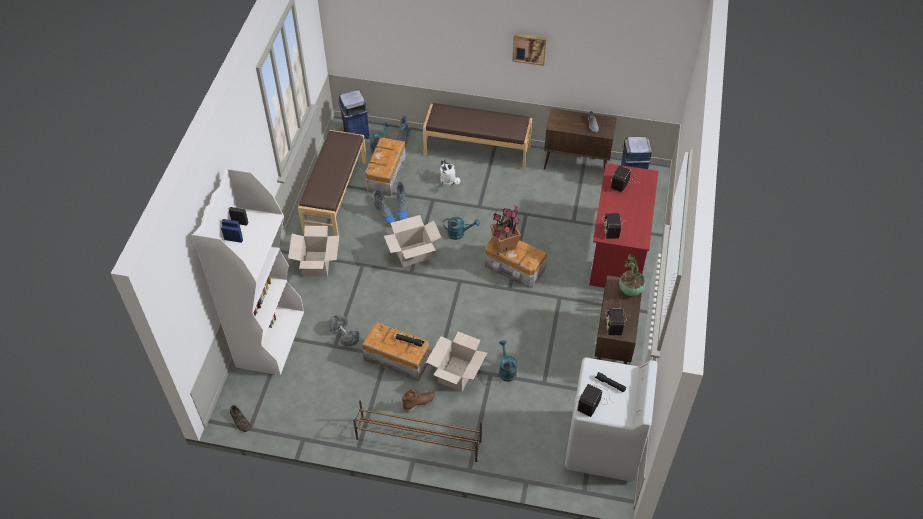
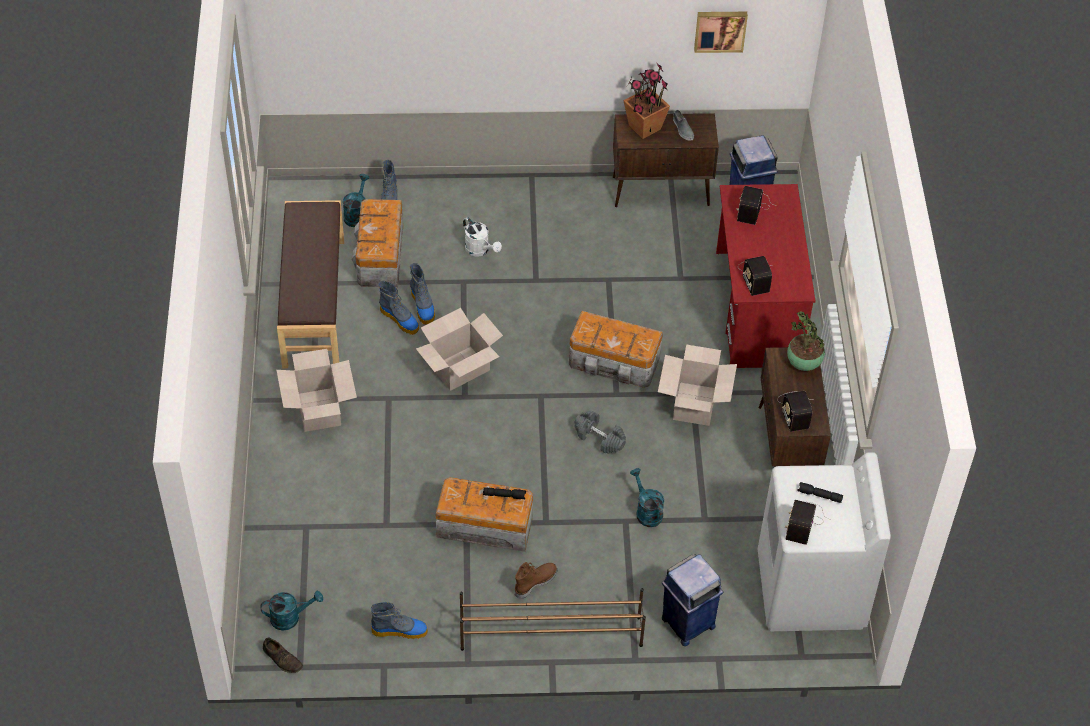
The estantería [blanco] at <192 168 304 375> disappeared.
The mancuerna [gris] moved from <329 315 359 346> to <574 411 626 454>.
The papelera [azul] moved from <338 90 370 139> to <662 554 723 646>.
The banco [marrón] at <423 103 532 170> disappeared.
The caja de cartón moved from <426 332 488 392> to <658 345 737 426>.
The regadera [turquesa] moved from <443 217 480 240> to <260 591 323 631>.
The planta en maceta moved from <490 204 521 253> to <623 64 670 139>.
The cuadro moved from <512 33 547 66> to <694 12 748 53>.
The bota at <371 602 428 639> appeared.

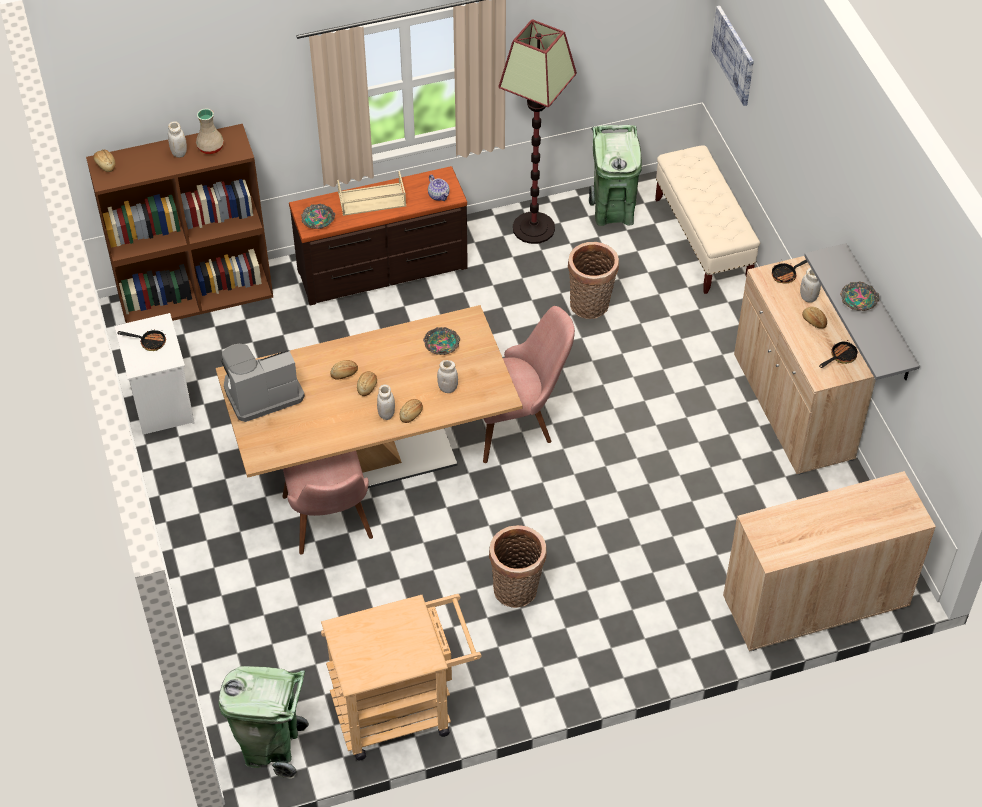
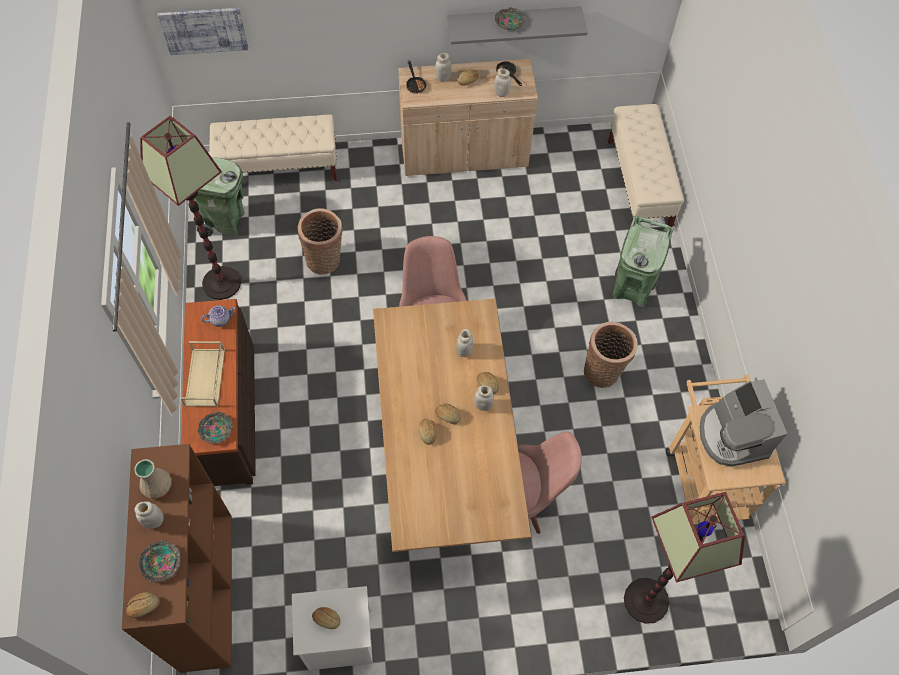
The sartén at <117 329 166 351> was replaced by the pan at <312 607 340 629>.
The papelera [verde] moved from <219 666 309 779> to <613 216 673 307>.
The cafetera moved from <221 344 305 422> to <699 379 787 466>.
The cuenco moved from <423 327 460 355> to <138 540 181 582>.
The armario [beis] at <723 471 936 652> was replaced by the banco [beis] at <608 104 684 228>.
The tarro [blanco] at <494 68 511 97> appeared.
The lámpara de pie at <624 492 745 624> appeared.

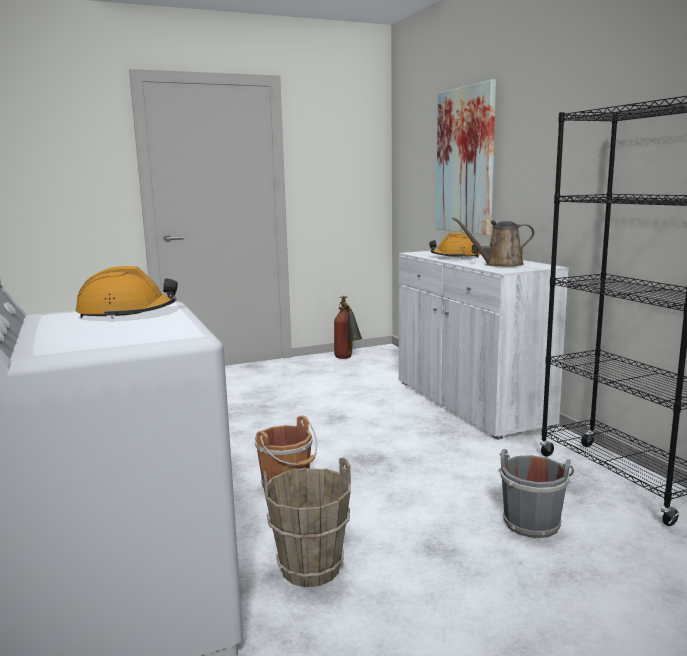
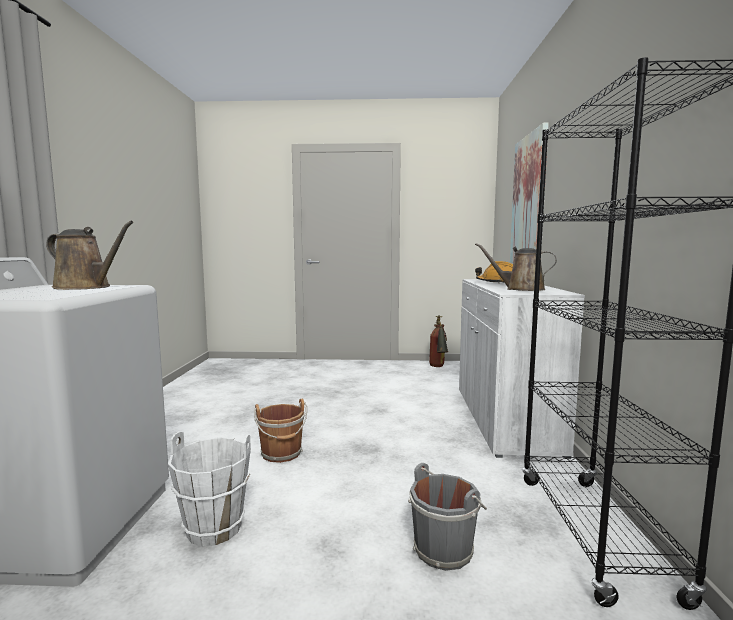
The casco [naranja] at <76 266 178 319> was replaced by the regadera [marrón] at <46 221 134 290>.
The cubo [marrón] at <263 457 351 587> became the cubo [blanco] at <168 432 251 546>.

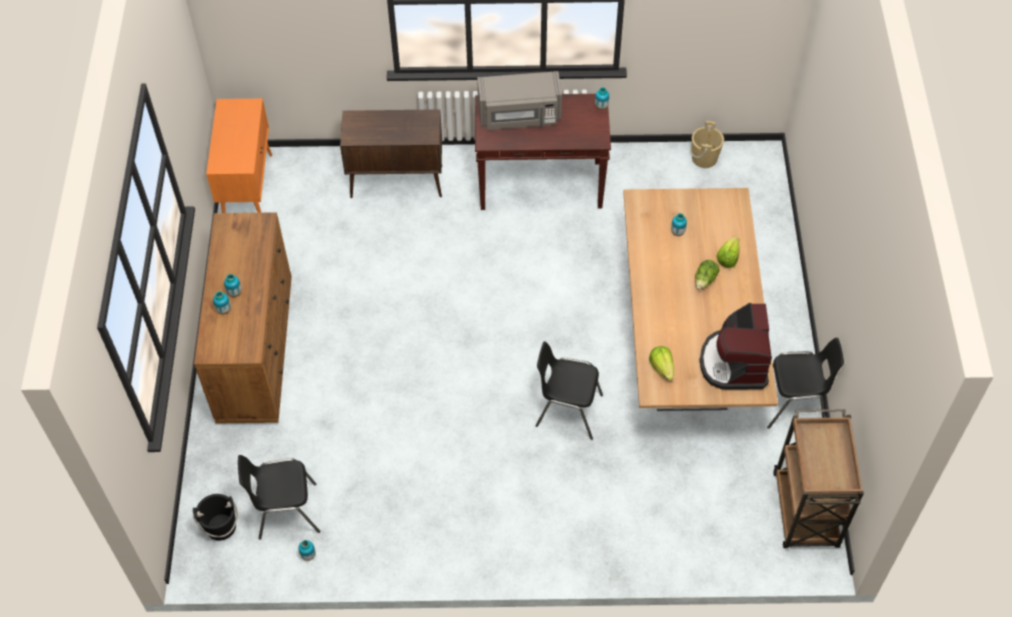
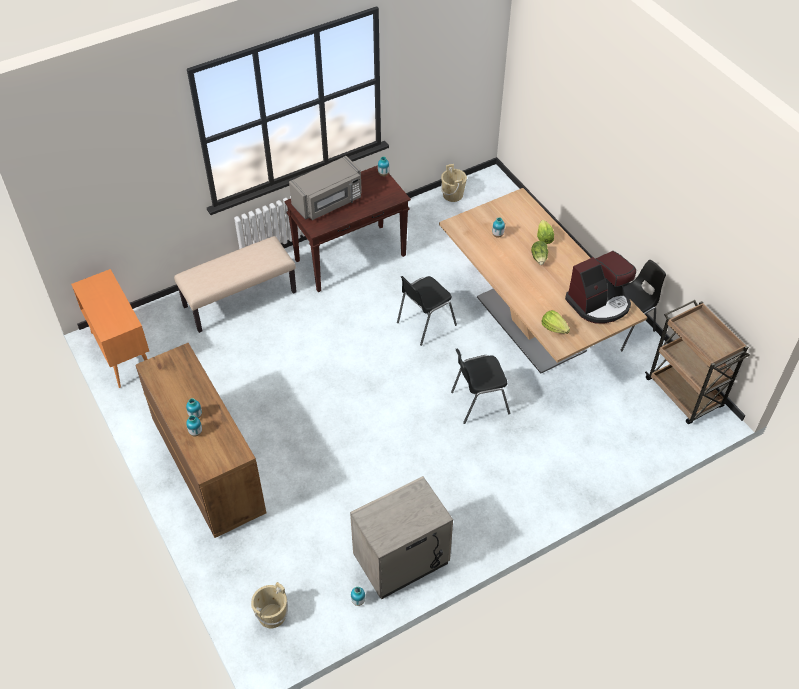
The cubo [negro] at <193 494 238 541> became the cubo [beis] at <251 582 288 628>.
The silla [negro] moved from <238 455 320 540> to <397 276 457 346>.
The armario [marrón] at <340 109 442 198> was replaced by the banco [beis] at <174 236 297 333>.
The cafetera at <700 303 772 390> turned 90 degrees counterclockwise.
The mesita de noche [beis] at <350 476 453 599> appeared.

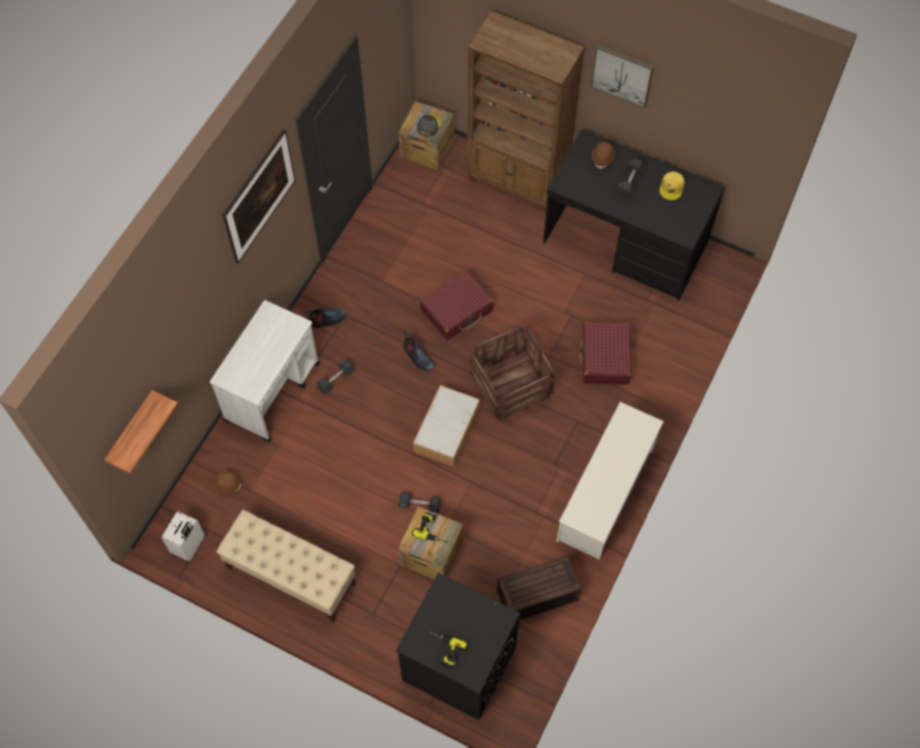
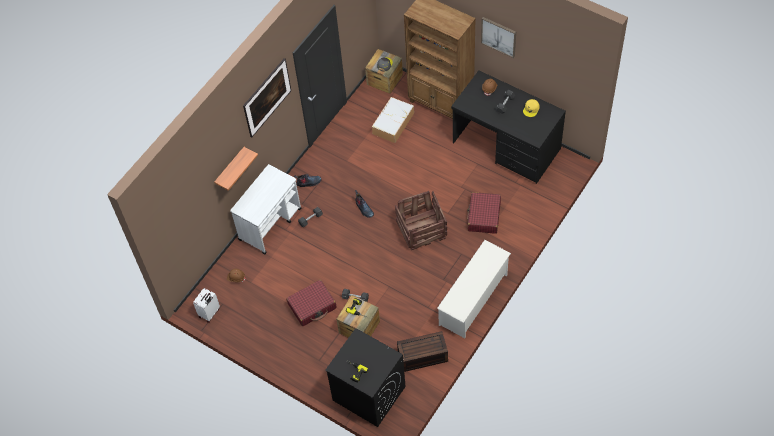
The estante moved from <104 390 178 474> to <214 147 258 191>.
The banco [beis] at <216 510 356 623> disappeared.
The caja de almacenaje moved from <413 385 480 467> to <372 97 414 143>.
The maleta [rojo] moved from <420 271 493 340> to <286 280 337 326>.

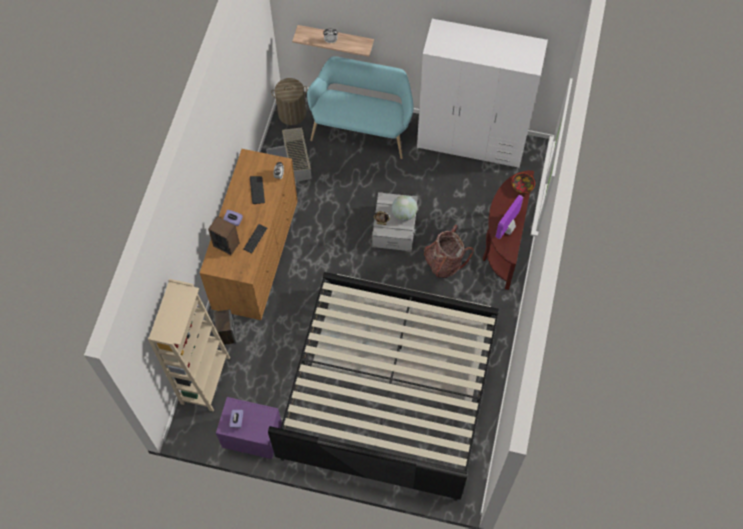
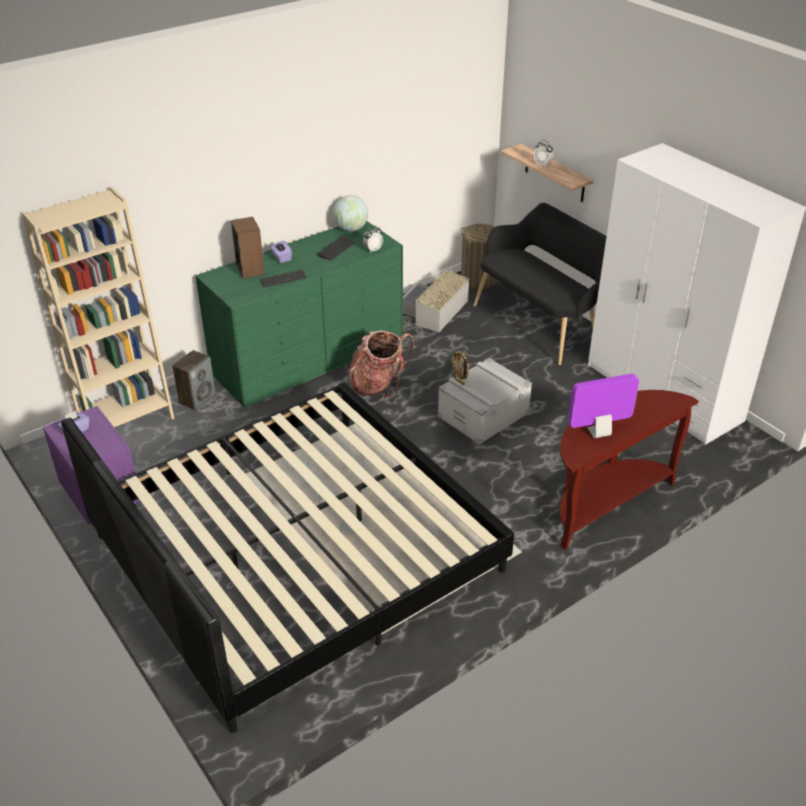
The cómoda [marrón] at <200 149 298 320> became the cómoda [verde] at <196 221 403 408>.
The banco [turquesa] at <307 56 414 159> became the banco [negro] at <473 203 606 365>.
The globo terráqueo moved from <392 195 417 221> to <333 195 368 231>.
The mochila moved from <424 224 473 278> to <349 331 414 398>.
The cuenco at <512 173 535 194> disappeared.

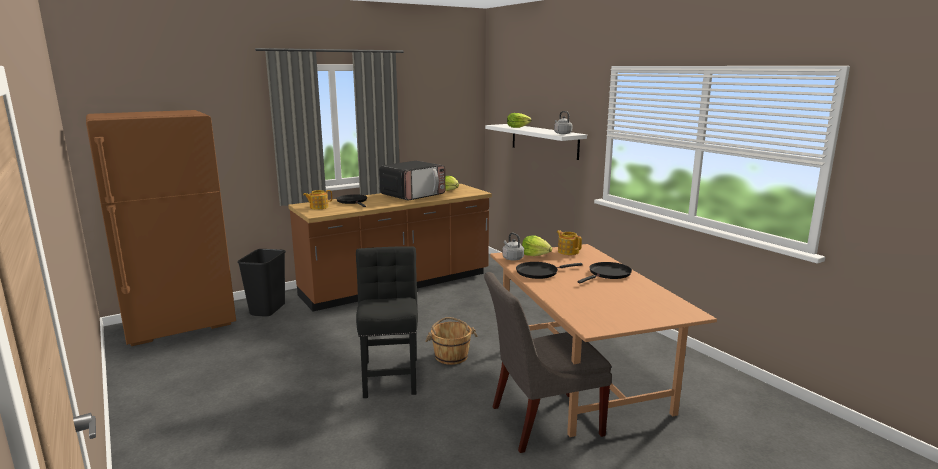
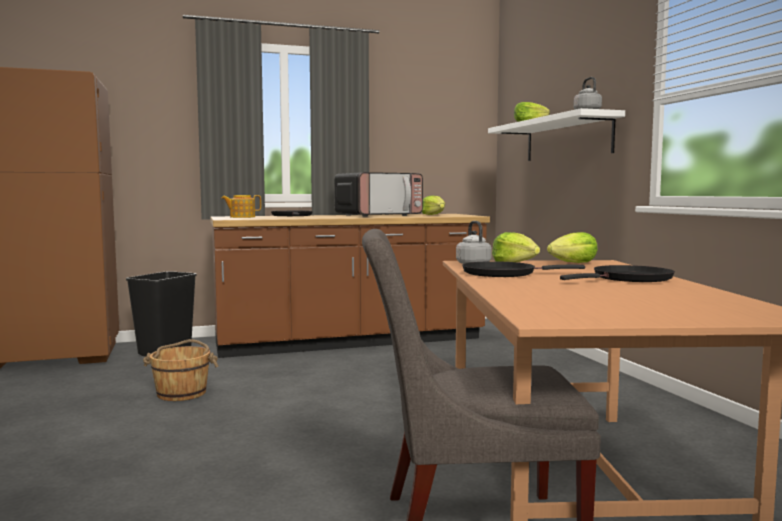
The silla [negro] at <356 246 418 398> disappeared.
The cubo [marrón] moved from <425 317 477 365> to <143 339 218 401>.
The tetera at <557 230 582 255> was replaced by the lechuga at <547 232 598 263>.

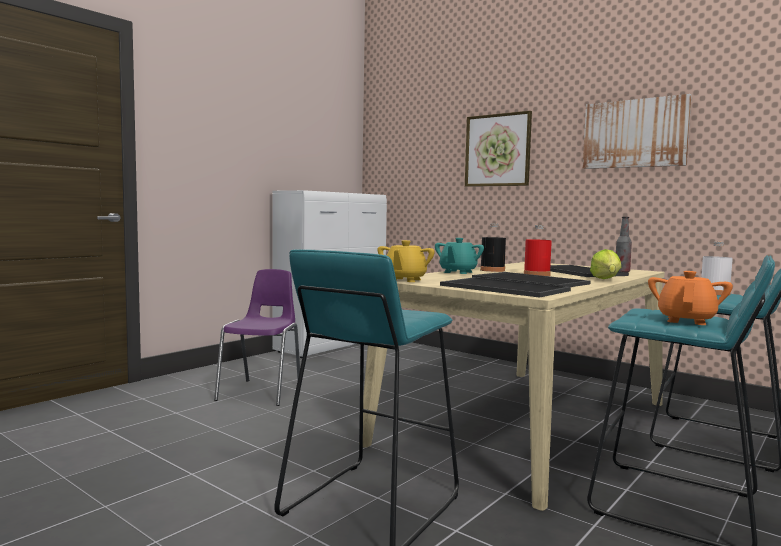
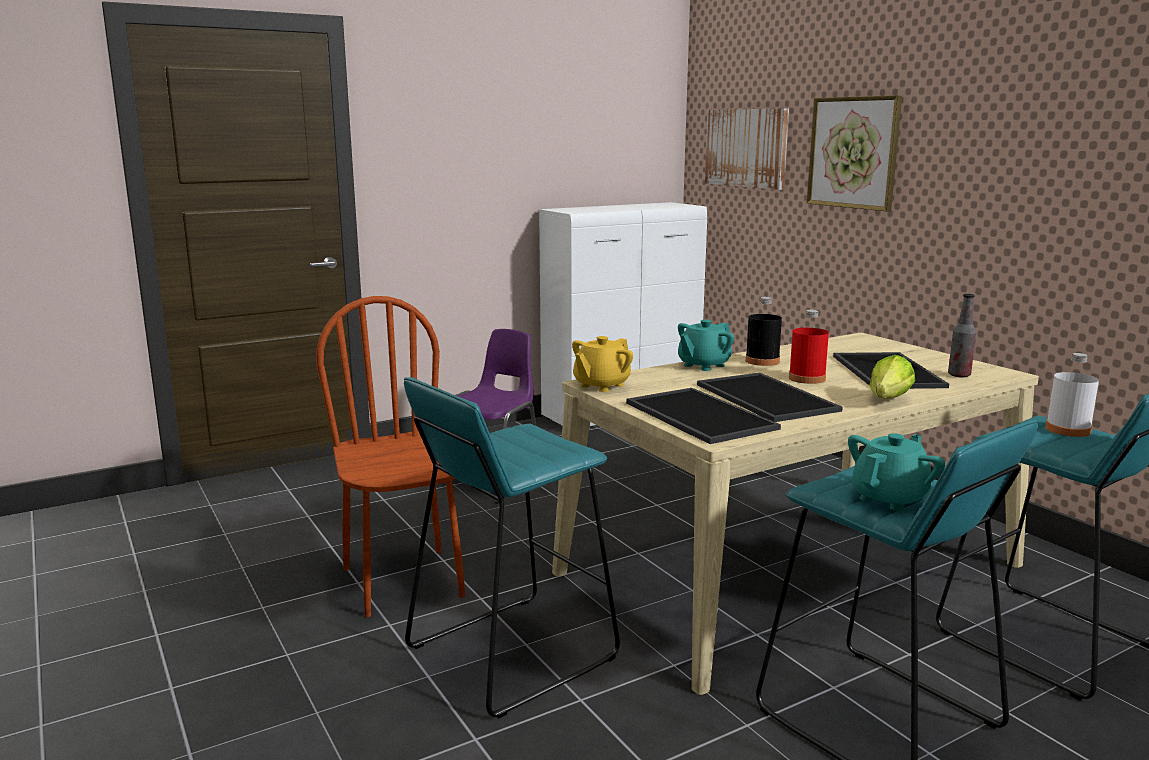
The cuadro moved from <583 94 692 169> to <705 108 789 190>.
The tetera [naranja] at <648 271 733 325> became the tetera [turquesa] at <848 433 946 511>.
The silla [marrón] at <316 296 465 617> appeared.

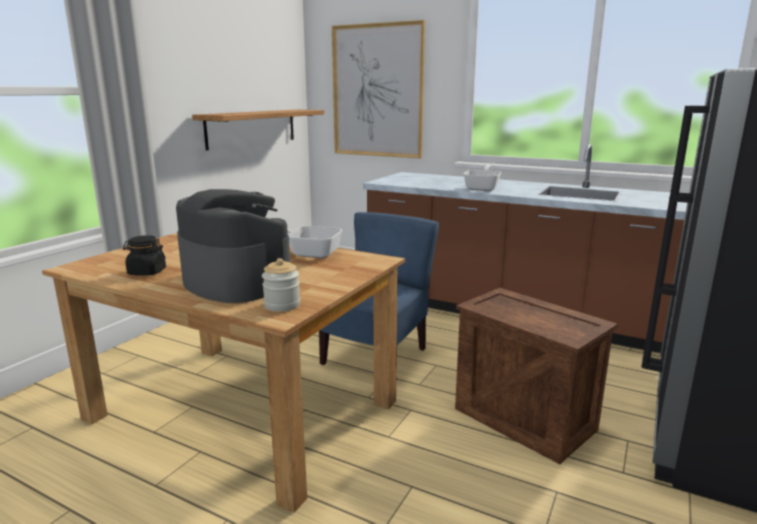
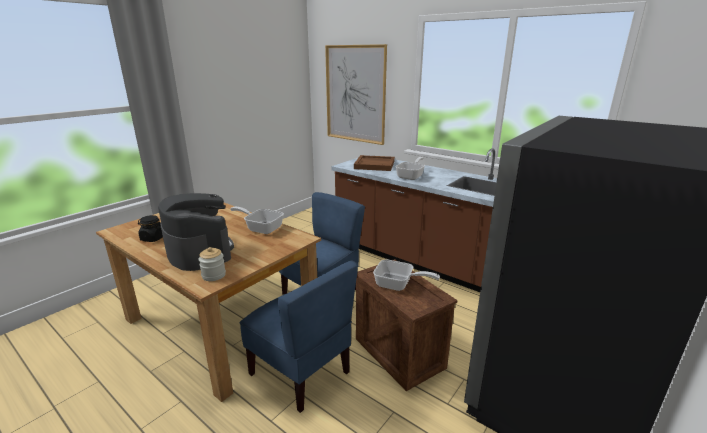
The estante at <192 110 324 151> disappeared.
The silla [azul] at <240 260 358 413> appeared.
The bandeja [marrón] at <354 155 395 171> appeared.
The sartén at <373 259 440 291> appeared.

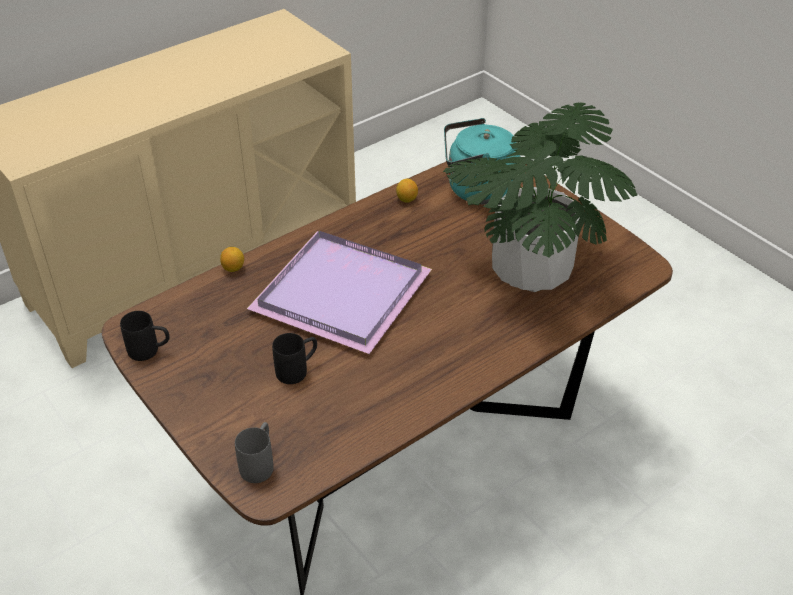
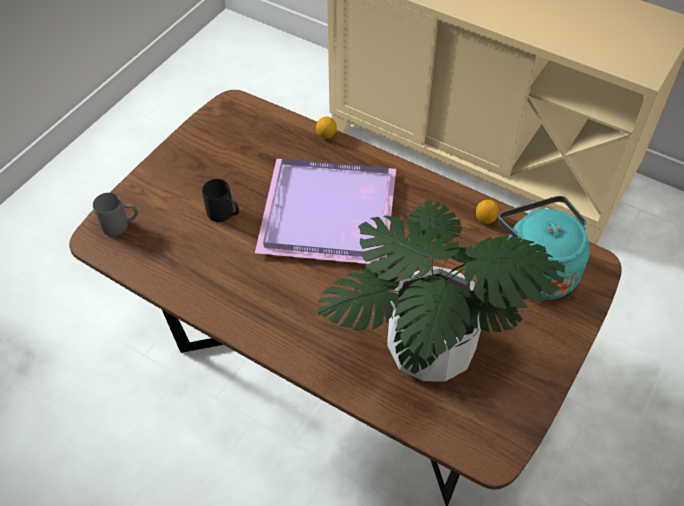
The taza grande [negro] at <120 311 170 361> disappeared.

